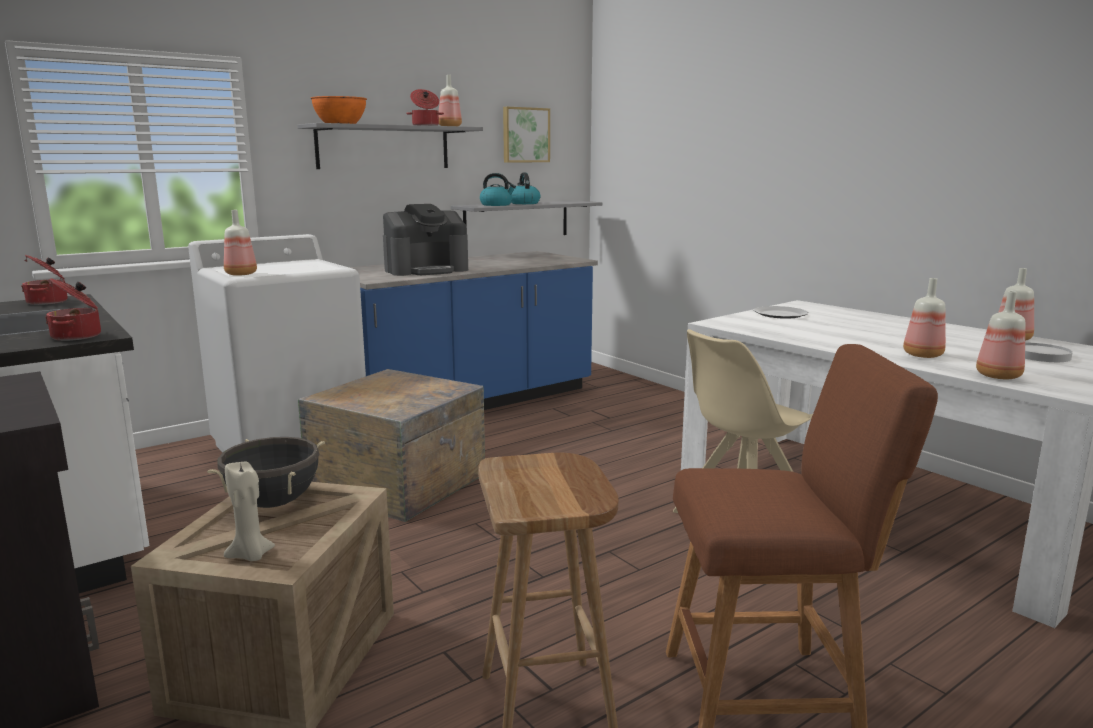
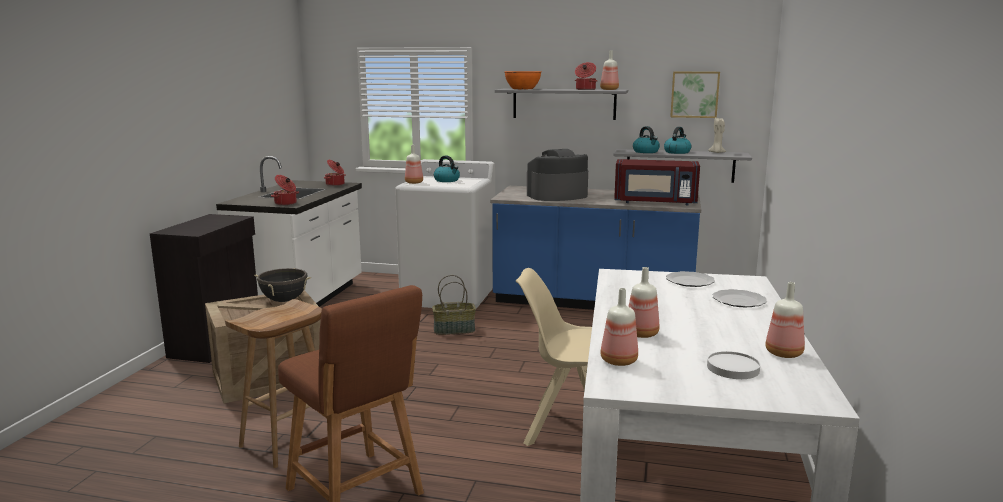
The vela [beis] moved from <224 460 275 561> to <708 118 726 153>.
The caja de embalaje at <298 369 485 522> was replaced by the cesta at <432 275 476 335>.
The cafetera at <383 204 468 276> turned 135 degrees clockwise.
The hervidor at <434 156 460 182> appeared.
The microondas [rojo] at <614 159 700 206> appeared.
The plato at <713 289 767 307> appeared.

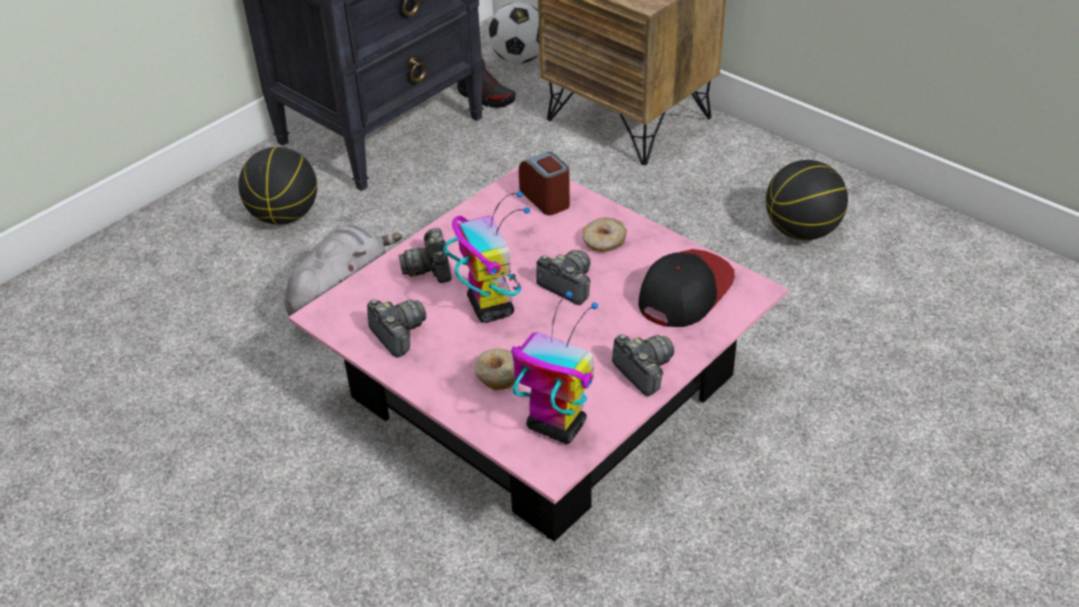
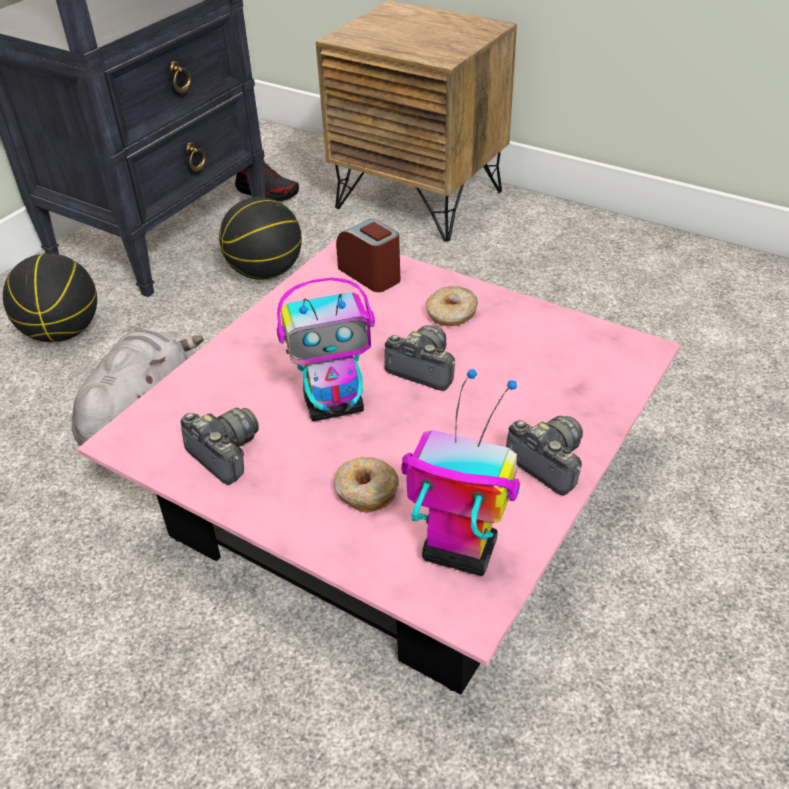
The cámara at <399 228 452 283> disappeared.
The robot de juguete at <443 191 530 323> turned 105 degrees clockwise.
The balón de fútbol at <489 2 540 63> disappeared.
The gorra at <638 249 735 327> disappeared.
The balón de baloncesto moved from <766 160 848 240> to <219 197 302 280>.

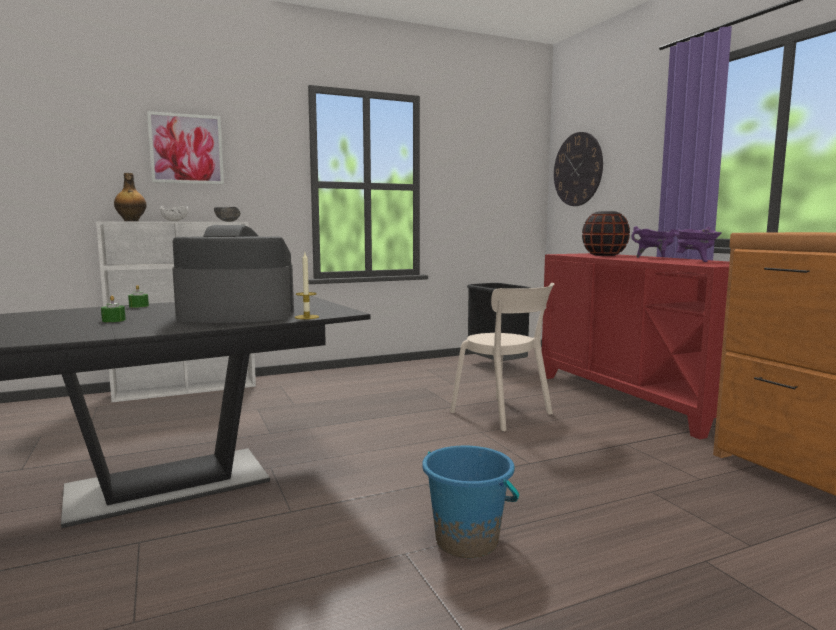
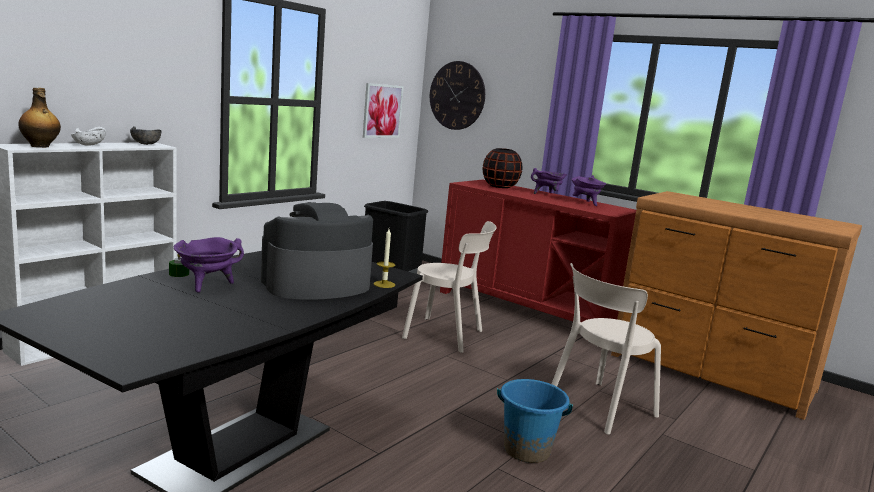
The vela [verde] at <101 296 126 322> disappeared.
The cuadro moved from <147 111 224 184> to <363 83 404 138>.
The olla [morado] at <174 237 244 293> appeared.
The silla [beis] at <552 263 661 435> appeared.

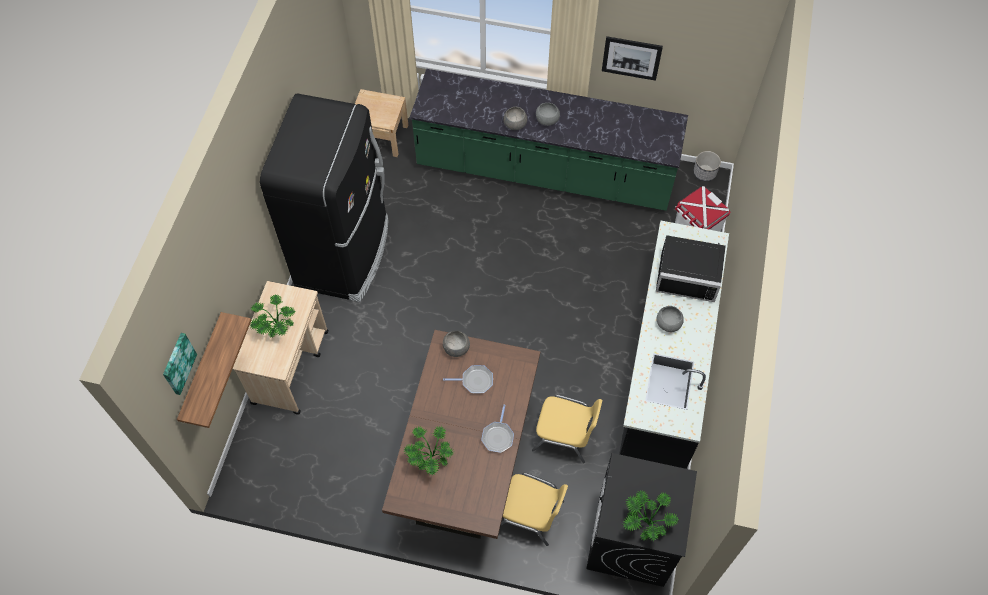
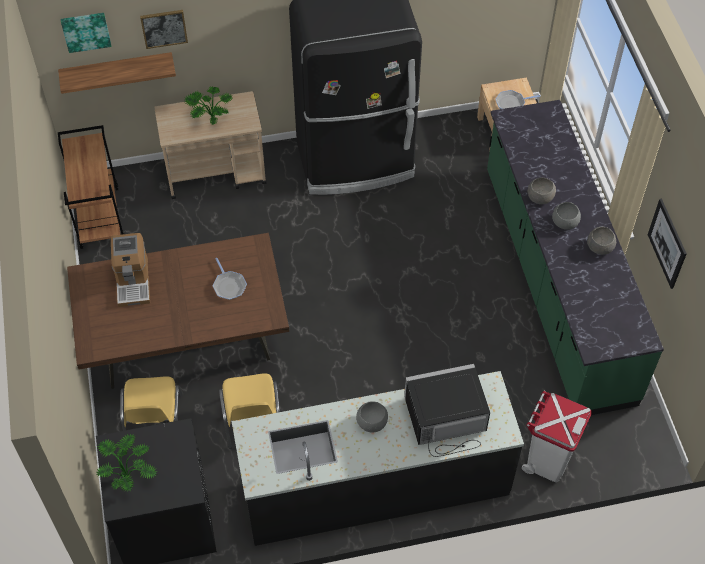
The planta en maceta at <403 426 453 476> was replaced by the cafetera at <111 233 150 307>.
The cuenco [gris] moved from <443 331 470 357> to <587 227 616 255>.
The sartén moved from <481 404 514 453> to <495 90 541 109>.
The microondas [negro] at <656 235 726 302> turned 90 degrees clockwise.
The maceta at <694 151 721 181> disappeared.
The carrito [marrón] at <58 125 124 249> appeared.
The cuadro at <140 10 188 49> appeared.

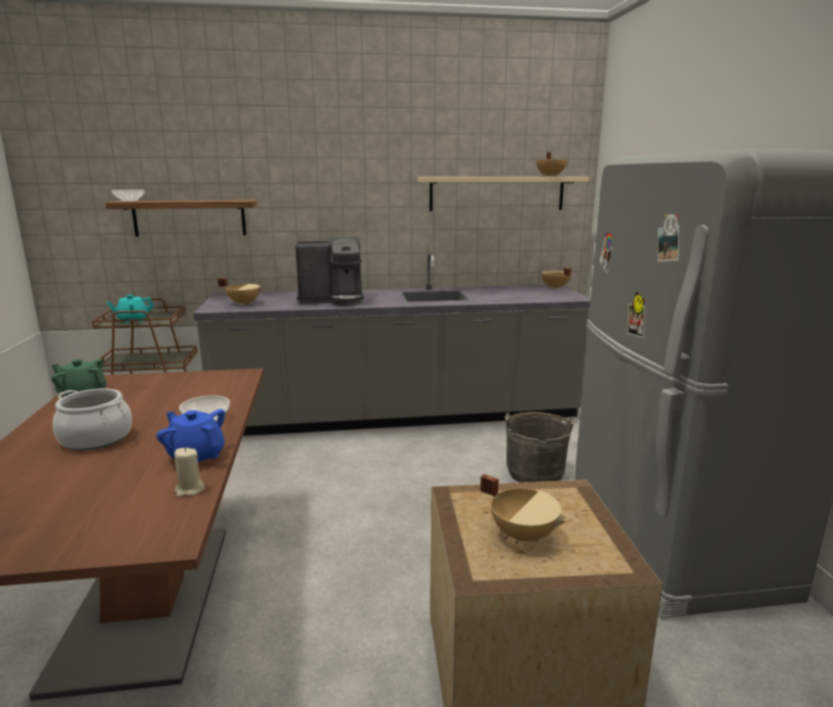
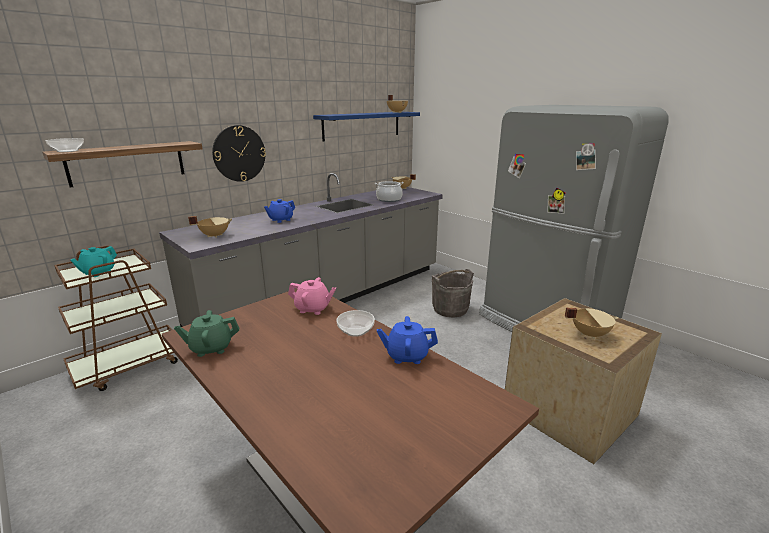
The olla moved from <52 388 132 451> to <375 181 404 202>.
The vela [beis] at <174 448 205 497> disappeared.
The cafetera at <295 237 363 306> was replaced by the tetera [azul] at <264 199 295 223>.
The estante [beis] at <417 177 589 211> became the estante [azul] at <313 112 420 141>.
The reloj de pared at <212 125 266 182> appeared.
The tetera [rosa] at <288 277 336 315> appeared.

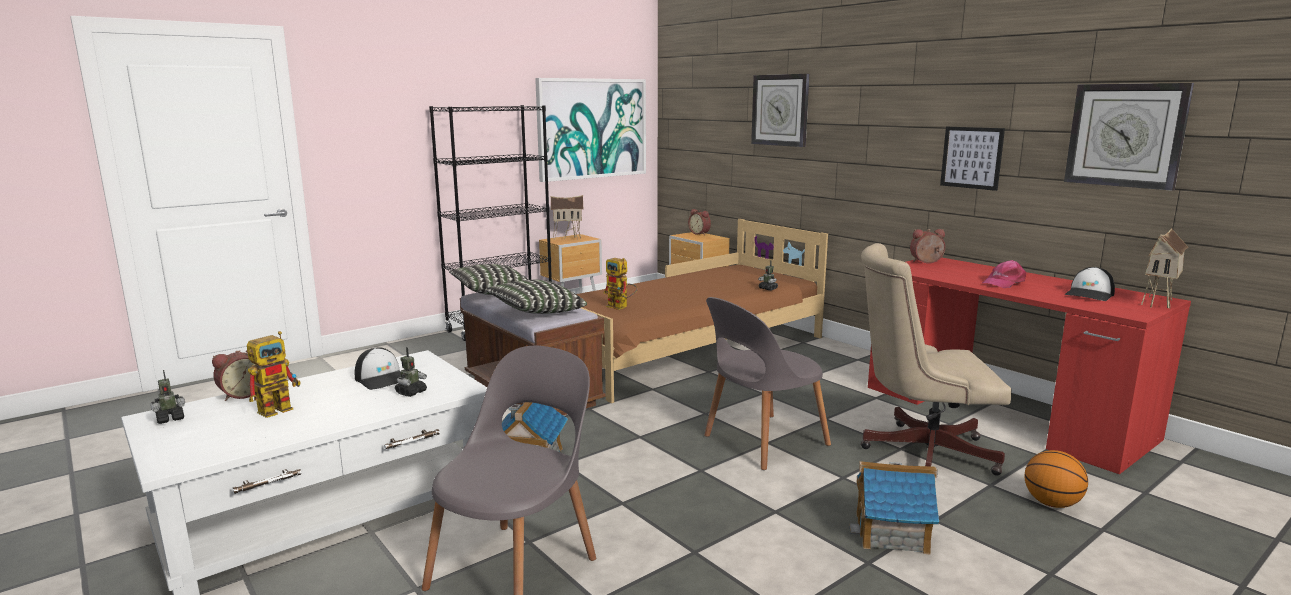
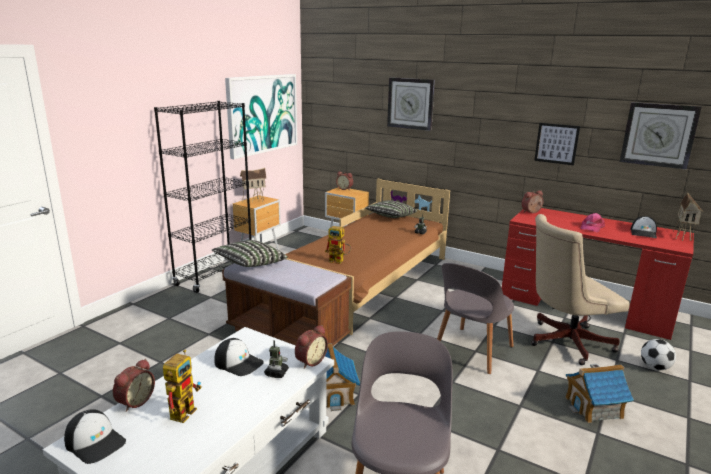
The robot de juguete at <150 370 185 424> was replaced by the gorra at <64 409 126 464>.
The cojín moved from <485 280 587 314> to <365 200 417 218>.
The balón de baloncesto at <1025 450 1088 508> was replaced by the balón de fútbol at <641 339 676 370>.
The despertador at <295 325 328 369> appeared.

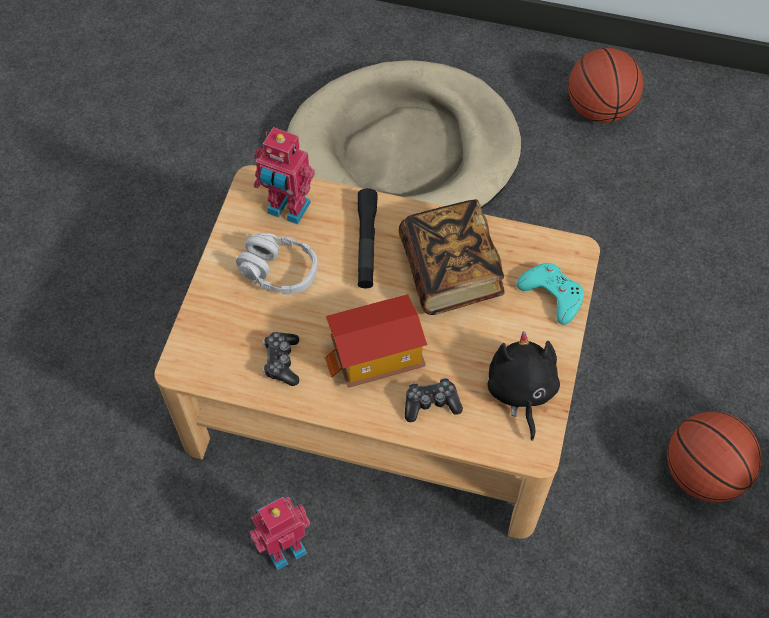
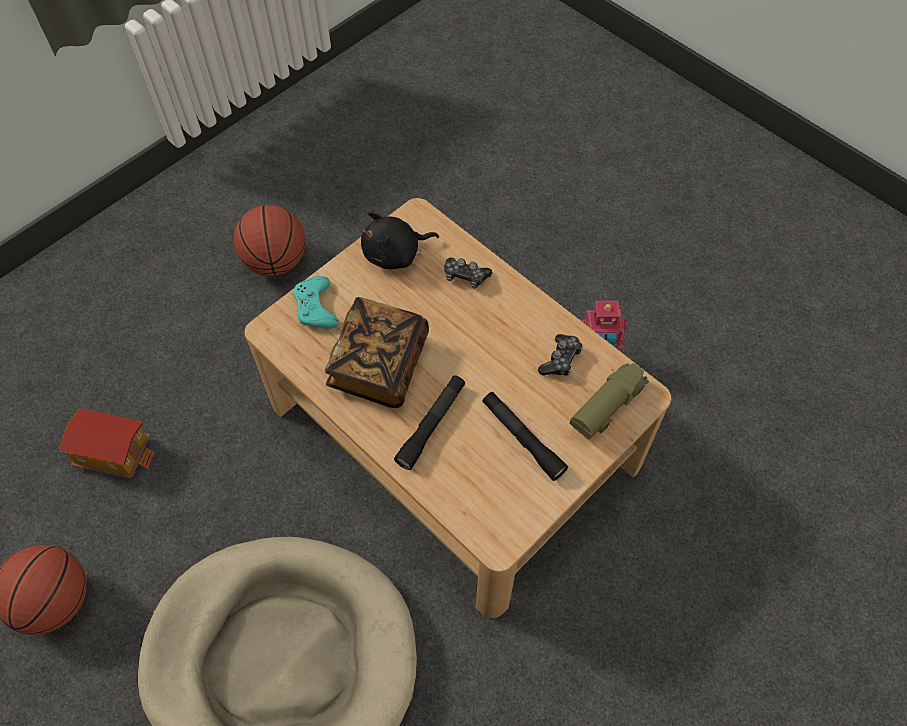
The auriculares [gris] at <236 233 318 294> was replaced by the linterna [negro] at <482 392 568 481>.
The robot de juguete at <254 127 315 225> disappeared.
The casita moved from <325 294 427 388> to <59 408 155 479>.
The peluche [negro] at <488 331 560 441> turned 45 degrees clockwise.
The camión de juguete at <569 363 649 440> appeared.

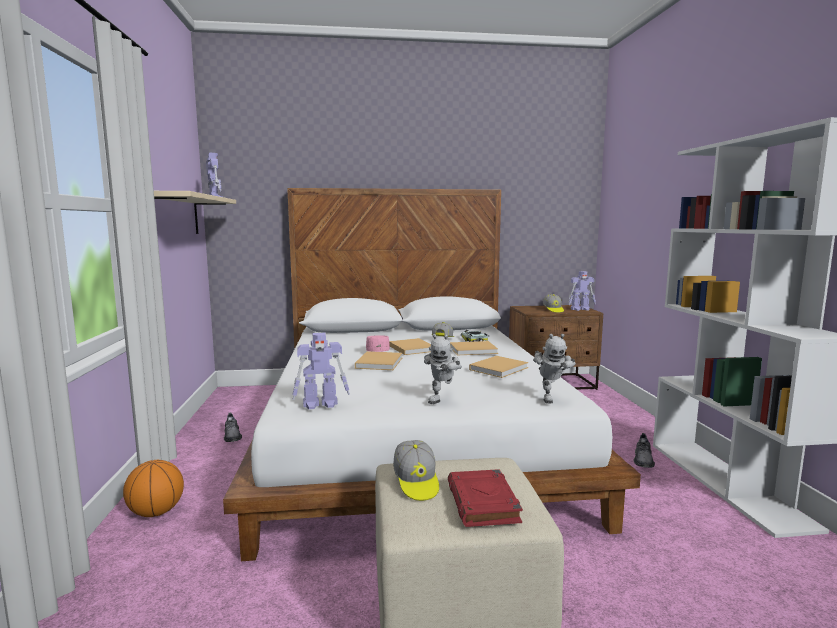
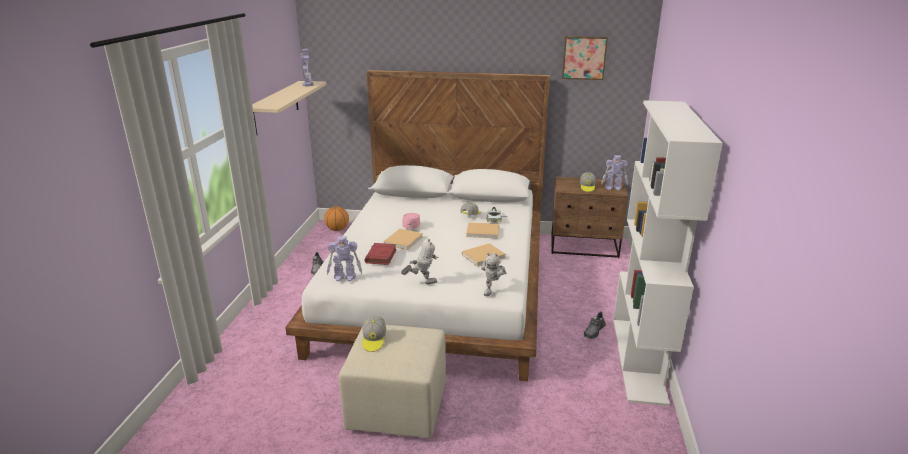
The balón de baloncesto moved from <123 460 184 517> to <324 206 349 231>.
The libro [beis] at <389 338 431 355> disappeared.
The robot de juguete at <424 334 462 404> turned 135 degrees counterclockwise.
The libro [rojo] moved from <448 469 523 527> to <364 243 396 265>.
The cuadro at <562 36 608 80> appeared.

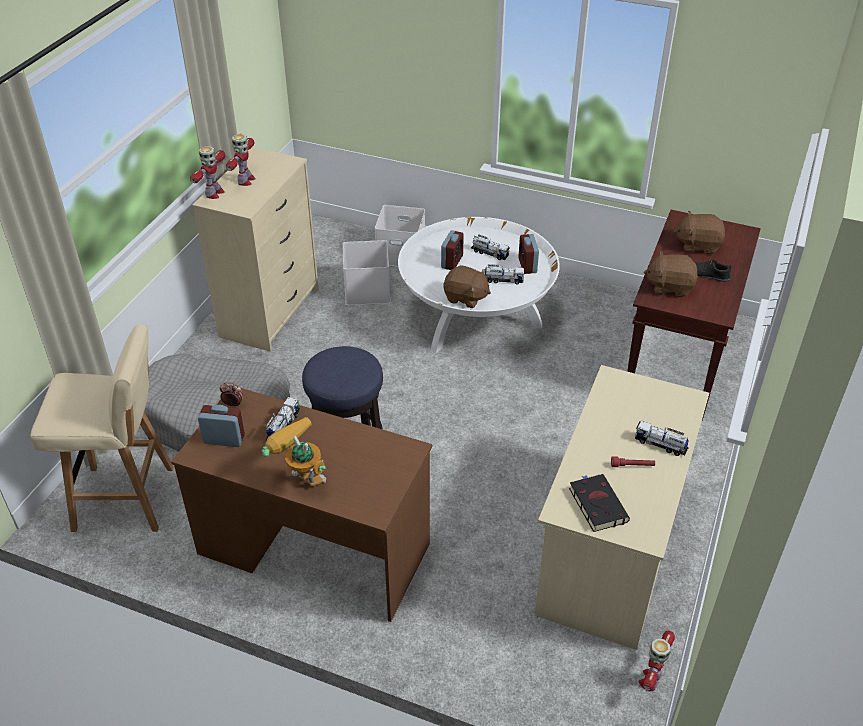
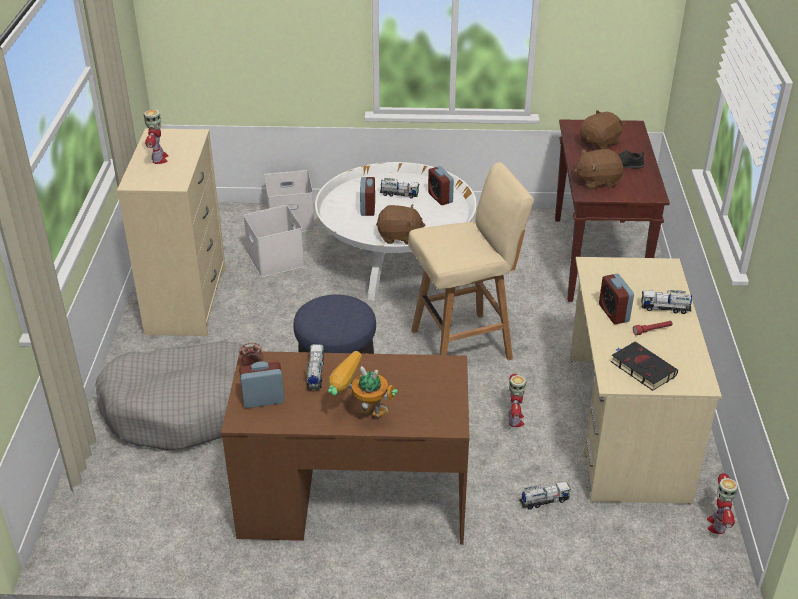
The taburete [beis] moved from <30 324 174 532> to <408 162 534 361>.
The robot de juguete moved from <190 146 226 199> to <508 374 526 427>.
The camión de juguete moved from <485 264 525 285> to <519 481 571 510>.
The peluche [marrón] at <674 211 725 255> turned 150 degrees clockwise.
The despertador at <599 274 634 324> appeared.

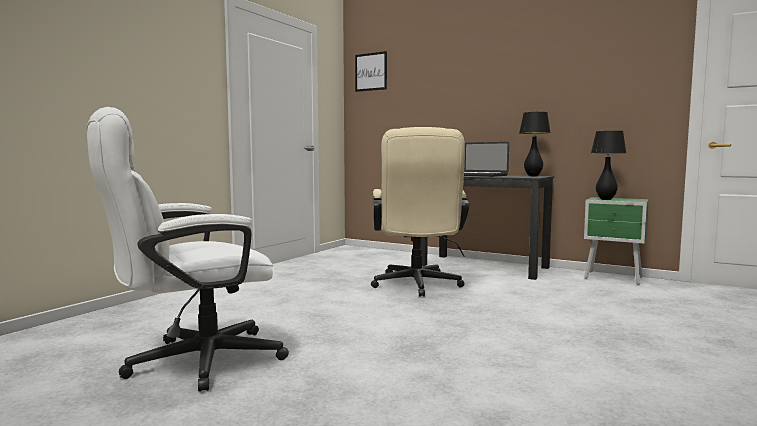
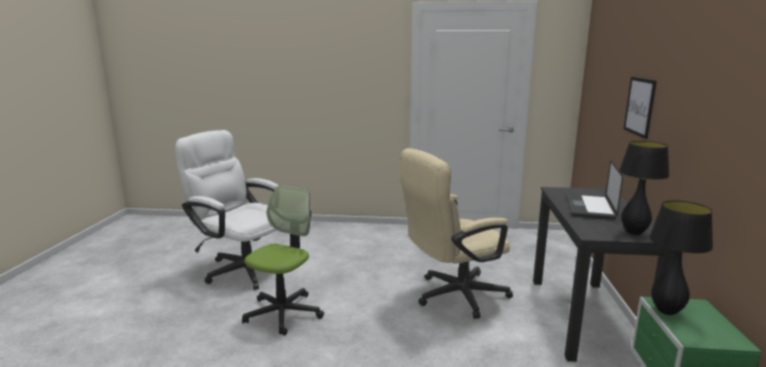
The cuadro moved from <355 51 387 92> to <624 77 657 139>.
The silla de oficina at <242 185 324 336> appeared.

